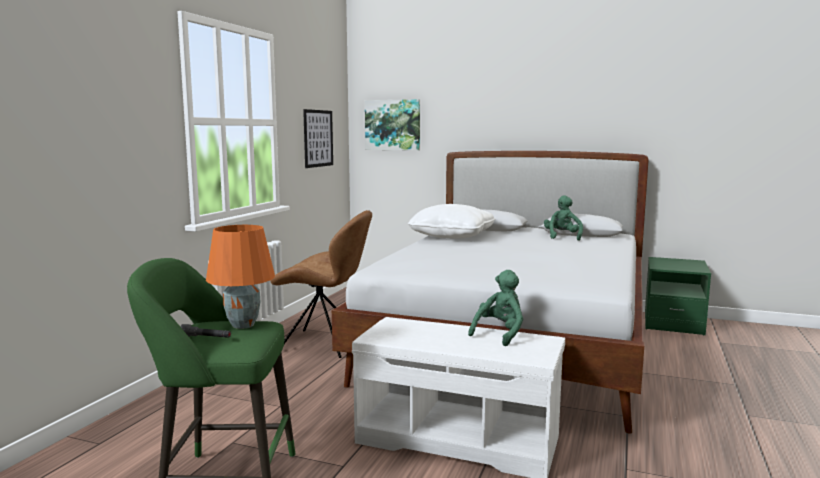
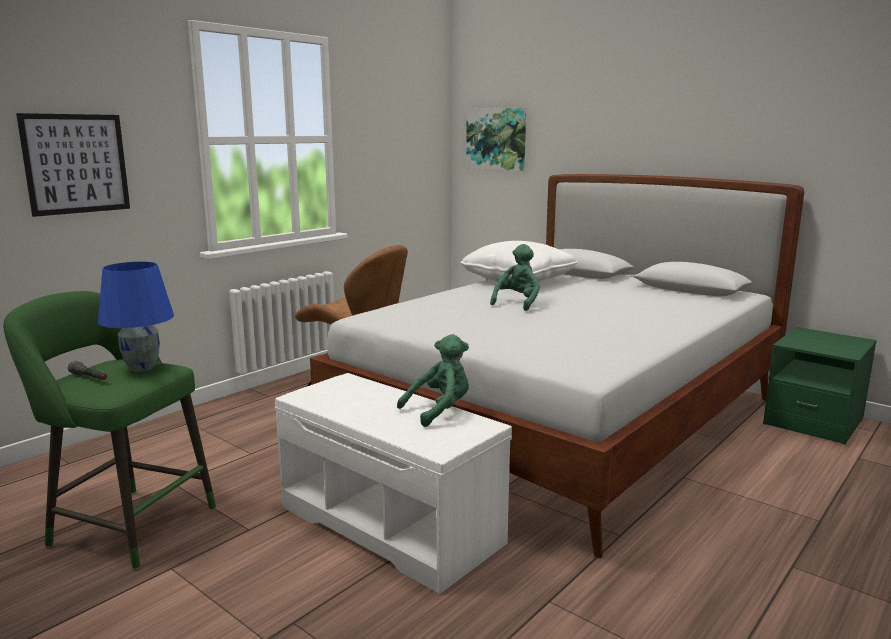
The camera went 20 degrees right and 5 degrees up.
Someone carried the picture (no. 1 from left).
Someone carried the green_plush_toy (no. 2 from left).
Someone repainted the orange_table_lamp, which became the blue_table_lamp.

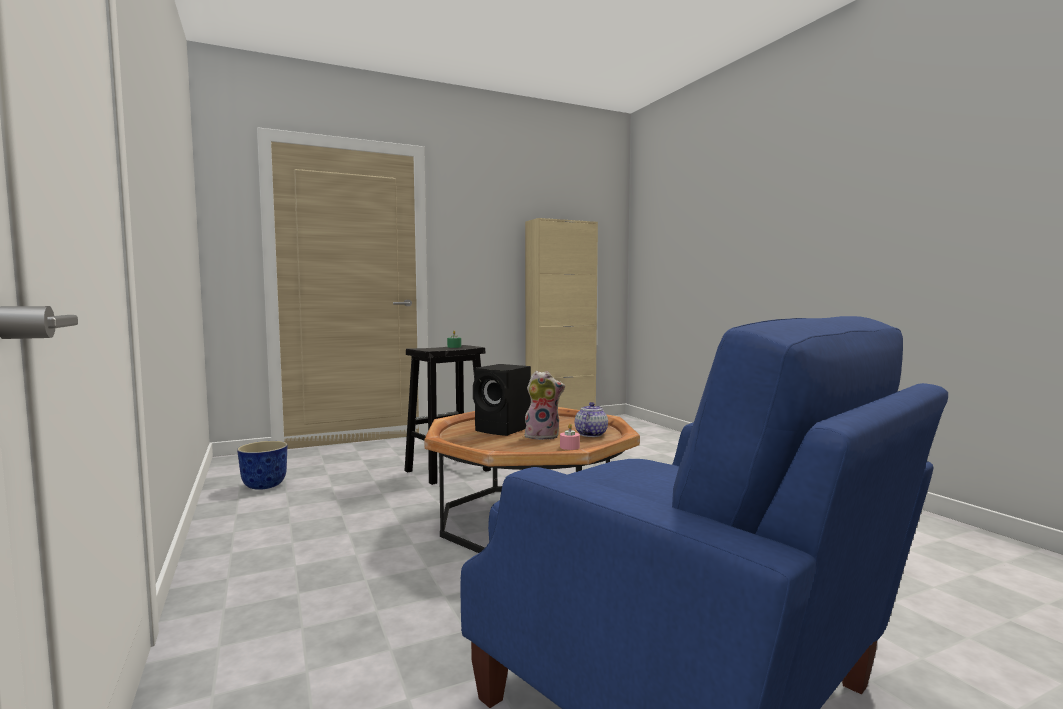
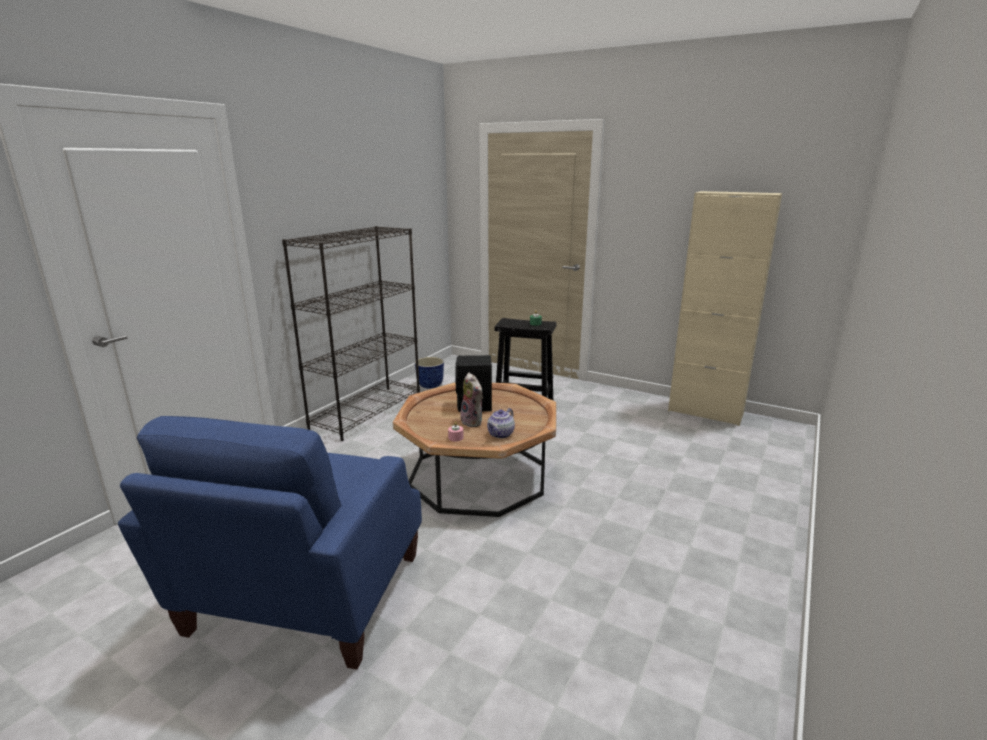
The camera went 55 degrees right and 15 degrees up.
Someone put down the black_bookcase.
Someone rotated the teapot by 135 degrees clockwise.

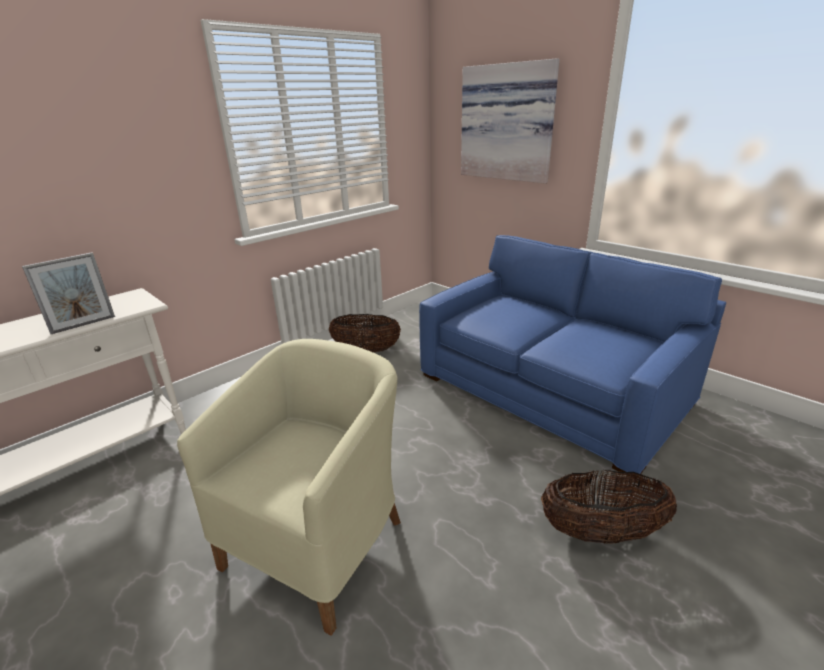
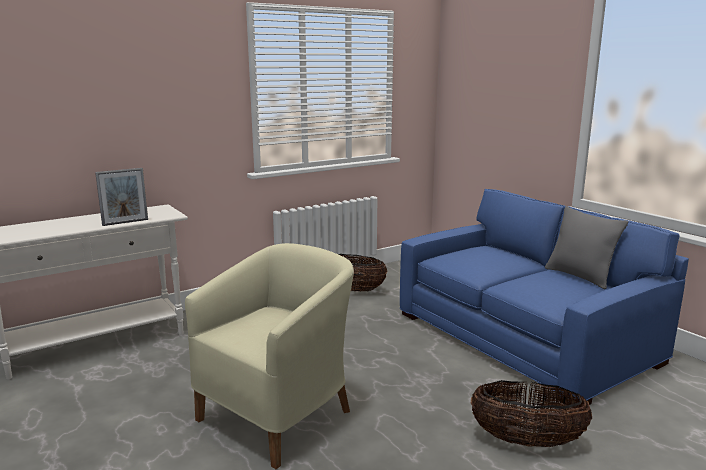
The camera went 10 degrees right and 10 degrees down.
Someone took away the picture.
Someone put down the grey_pillow.

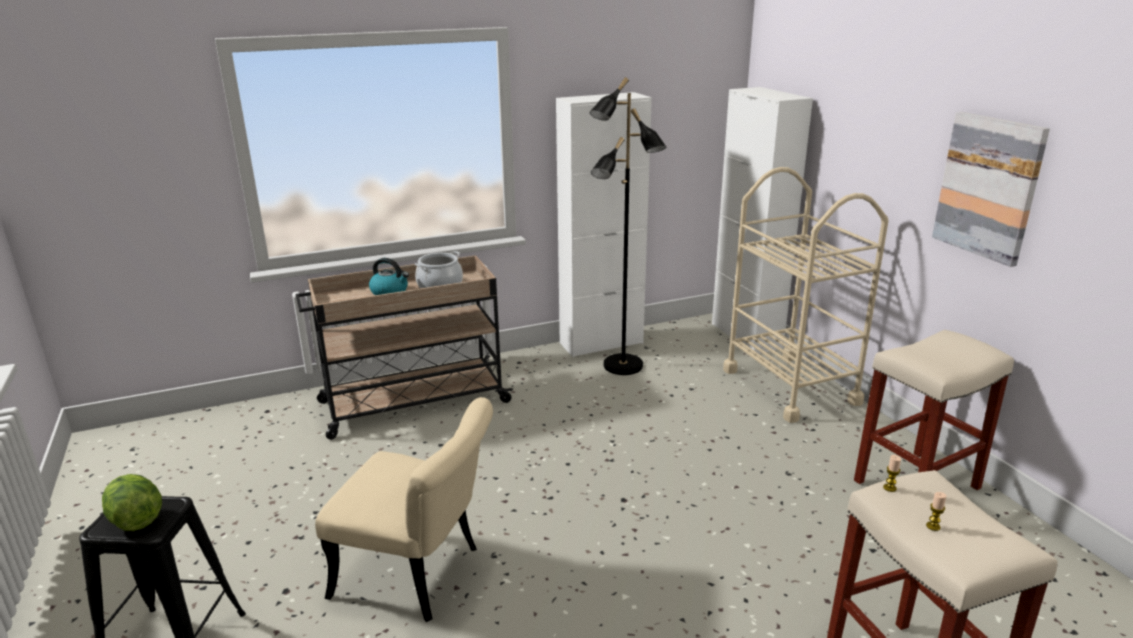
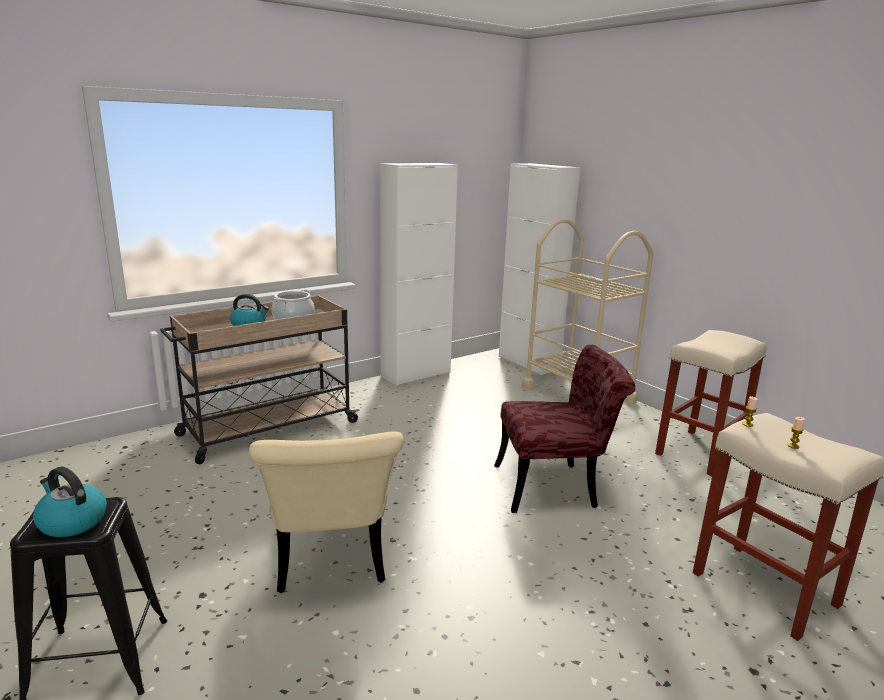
The camera went 15 degrees left and 5 degrees down.
Someone took away the black_floor_lamp.
Someone took away the picture.
Someone put down the red_chair.
Someone swapped the lettuce for the kettle (no. 1 from left).
Someone rotated the beige_chair by 75 degrees clockwise.

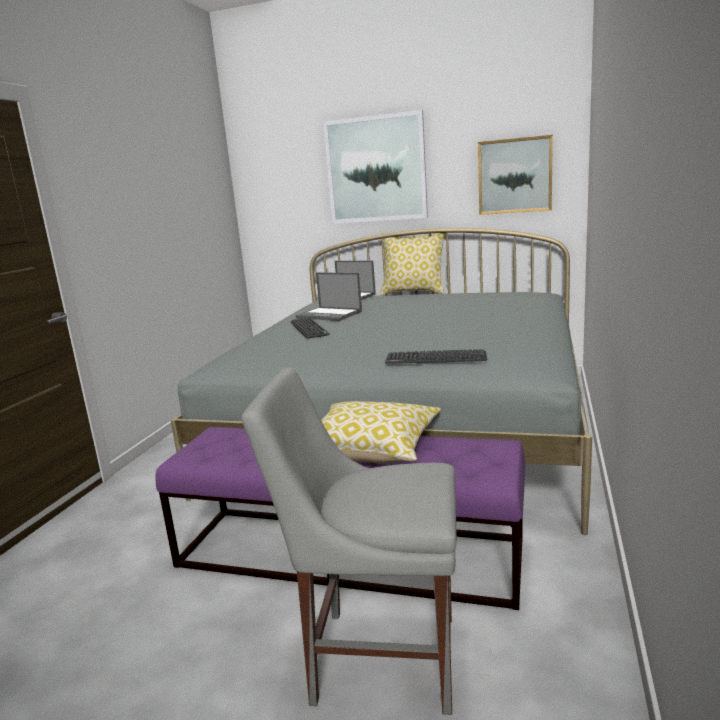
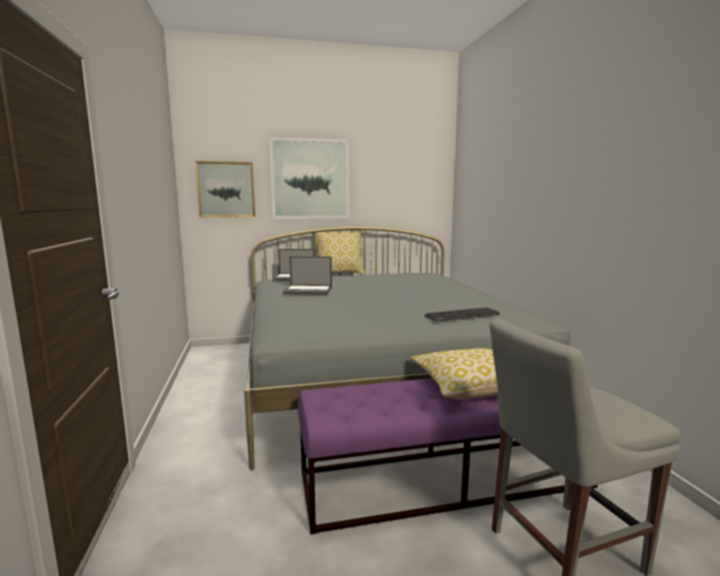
The camera went 30 degrees left and 5 degrees down.
Someone took away the keyboard (no. 1 from left).
Someone carried the picture (no. 2 from left in the first image).

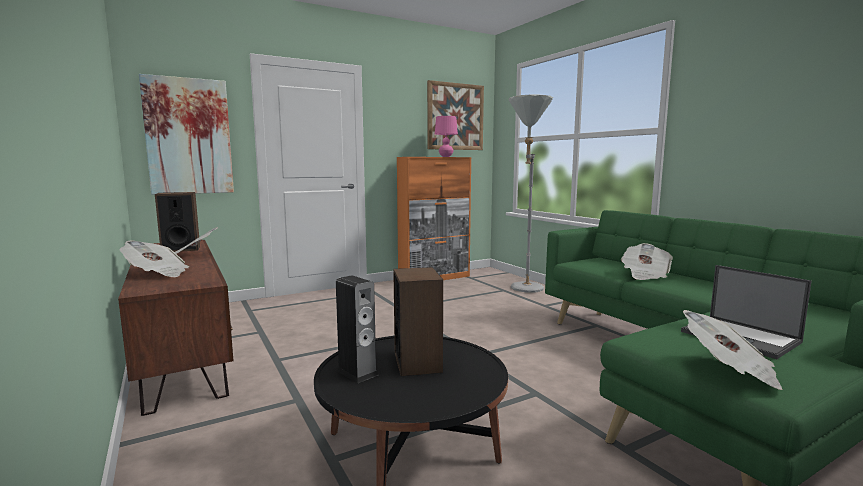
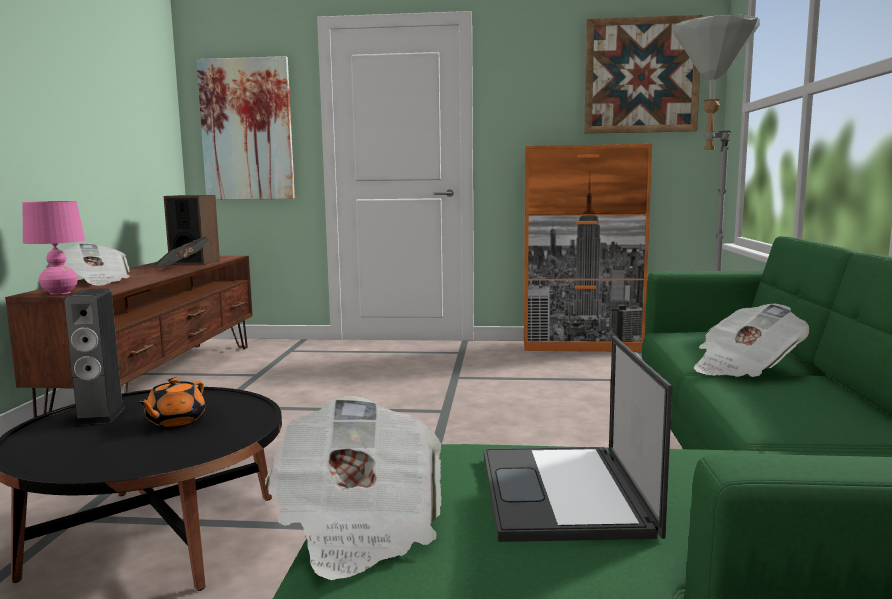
The camera went 35 degrees right and 0 degrees up.
Someone carried the pink_table_lamp.
Someone swapped the speaker (no. 3 from left) for the orange_teapot.

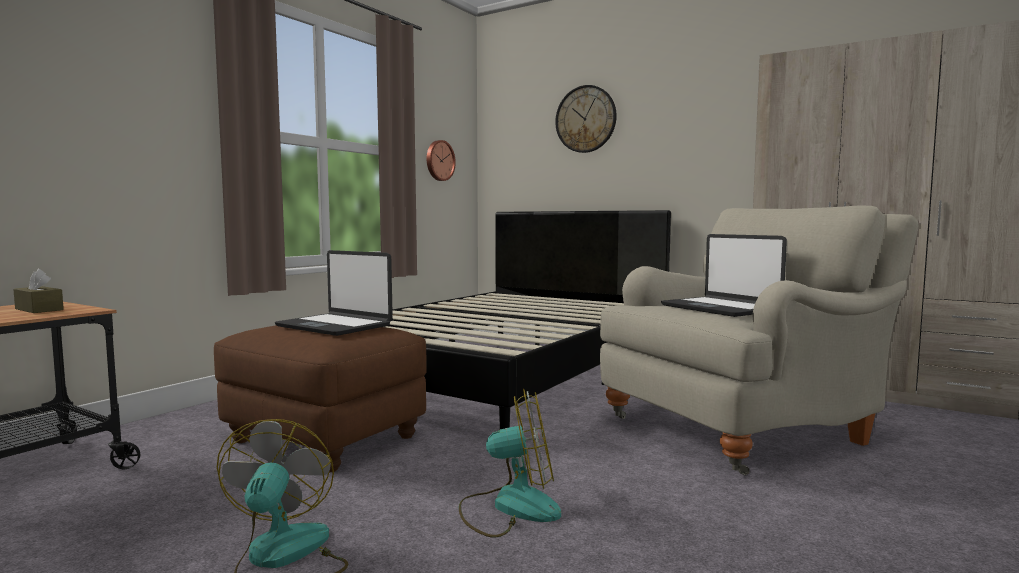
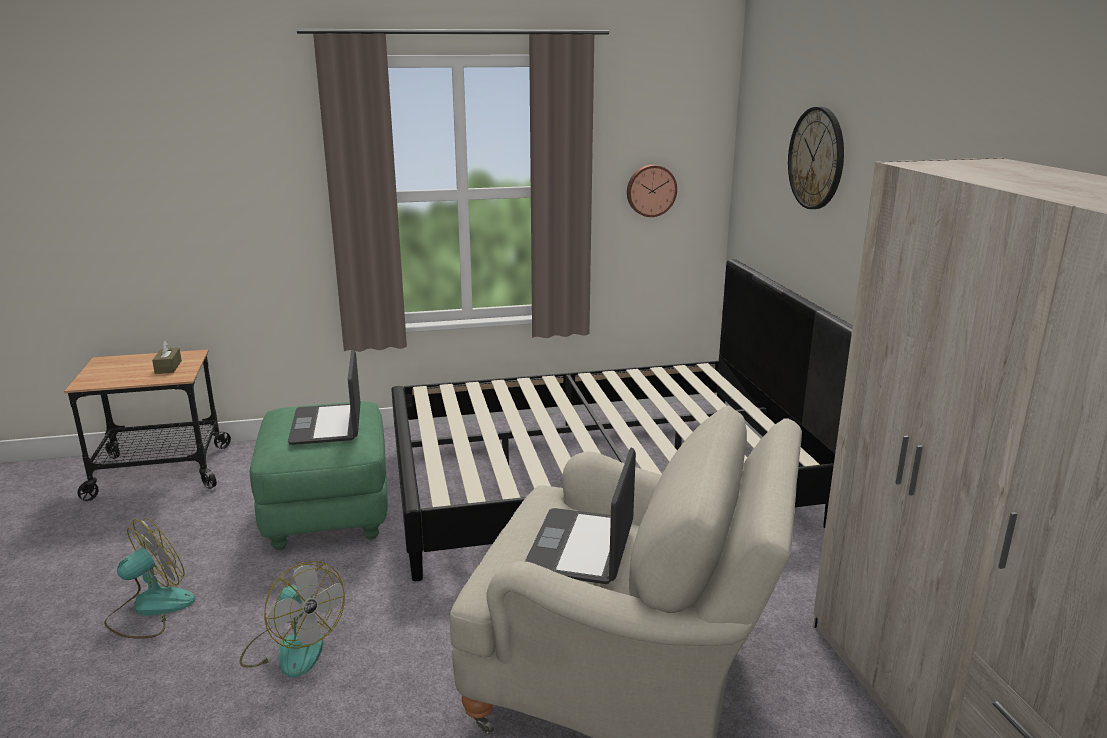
The camera went 45 degrees right and 15 degrees up.
Someone repainted the brown_ottoman, which became the green_ottoman.

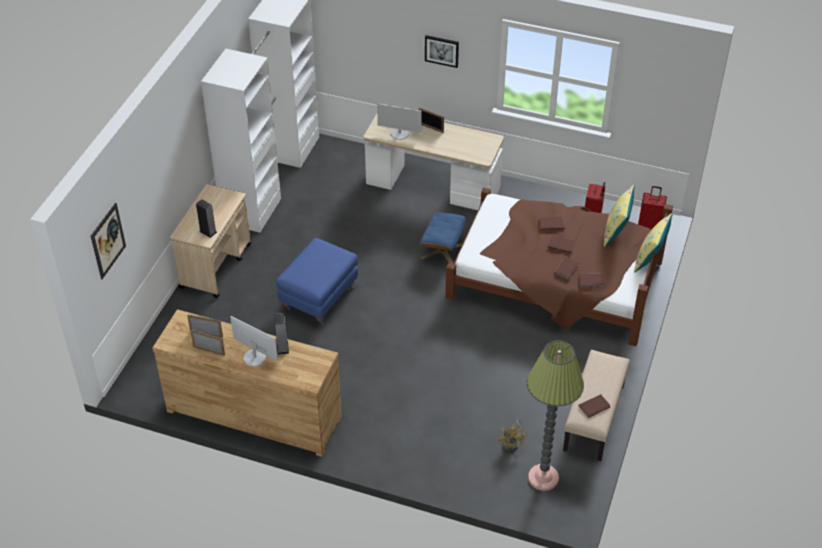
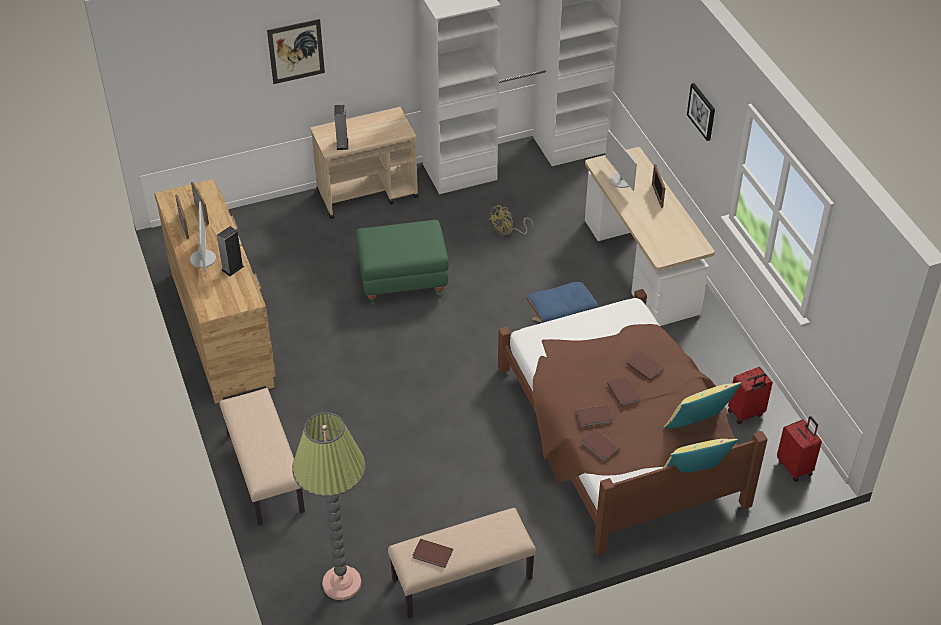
The camera went 50 degrees right and 0 degrees up.
Someone put down the beige_bench (no. 1 from left).
Someone carried the picture (no. 1 from left).
Someone carried the yellow_fan.
Someone repainted the blue_ottoman (no. 1 from left), which became the green_ottoman.

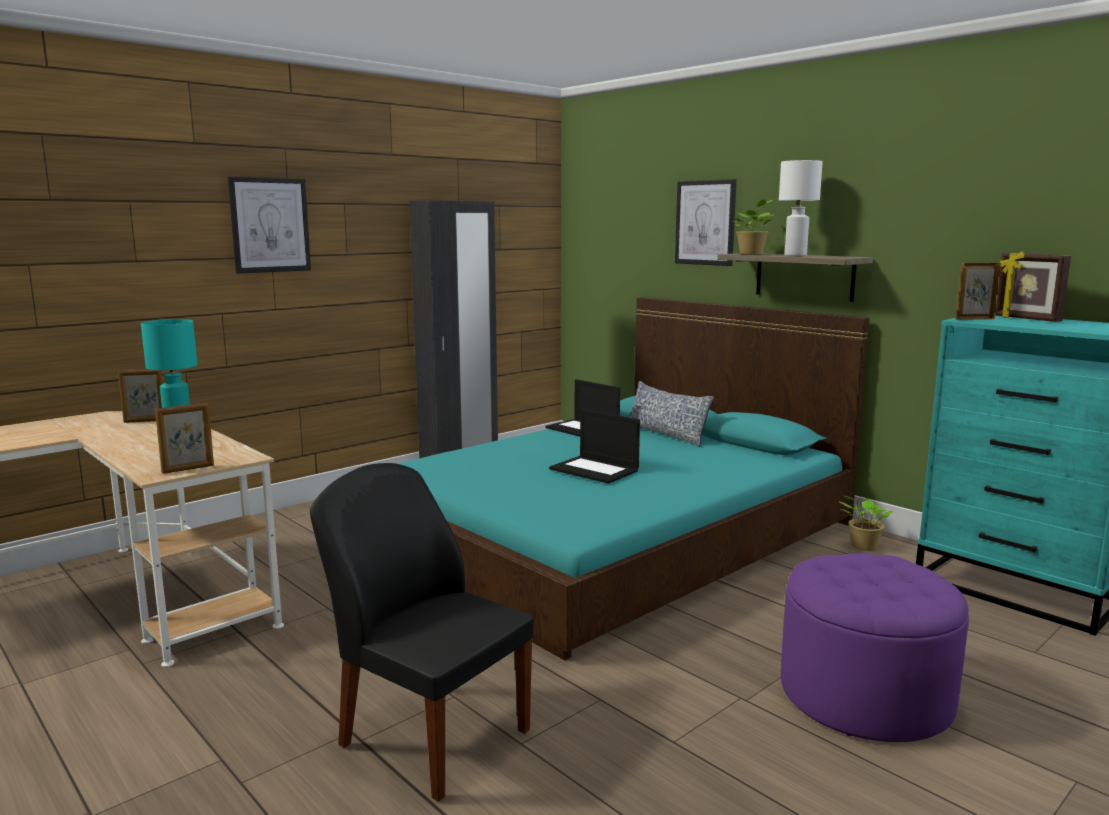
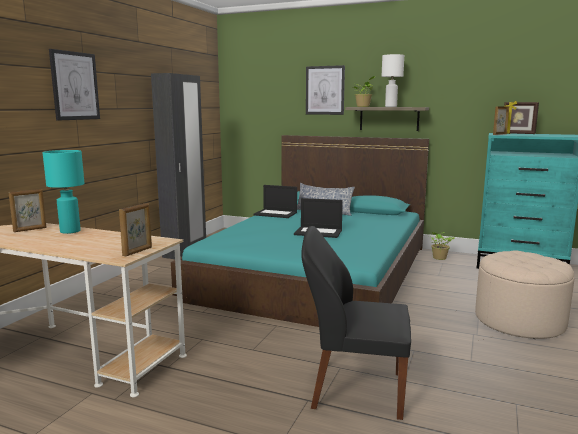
The camera went 25 degrees left and 0 degrees up.
Someone repainted the purple_ottoman, which became the beige_ottoman.

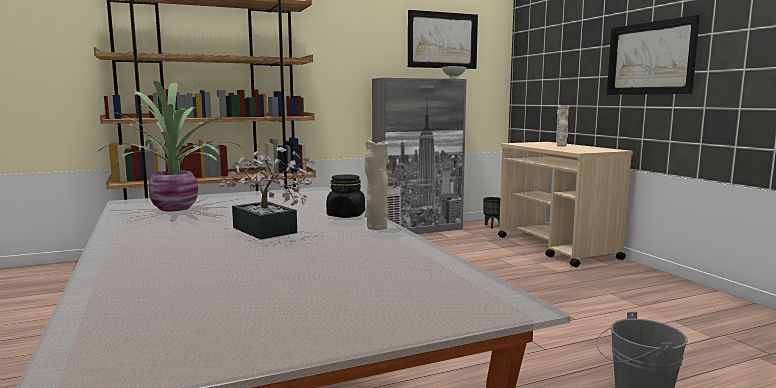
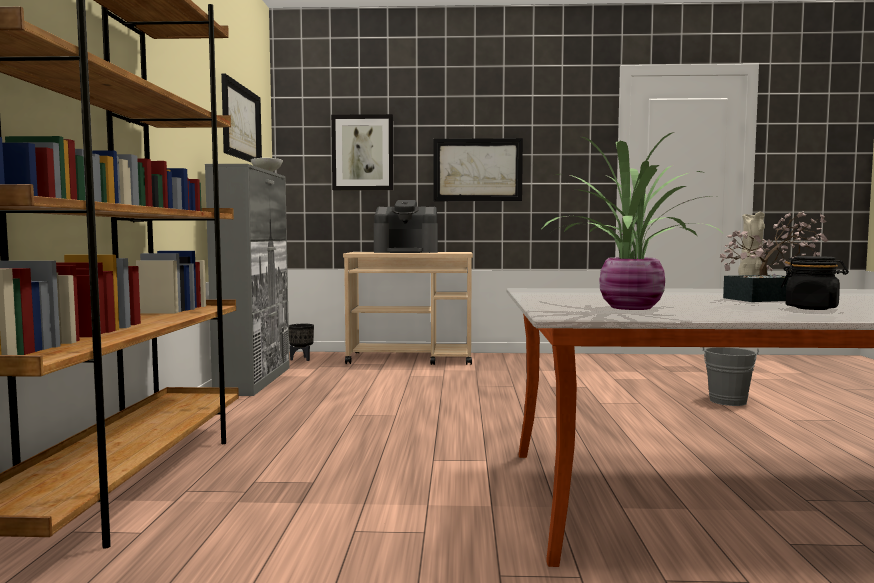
The camera went 65 degrees left and 5 degrees down.
Someone put up the picture (no. 2 from left).
Someone carried the black_jar.
Someone swapped the beige_vase (no. 2 from left) for the coffee_machine.

